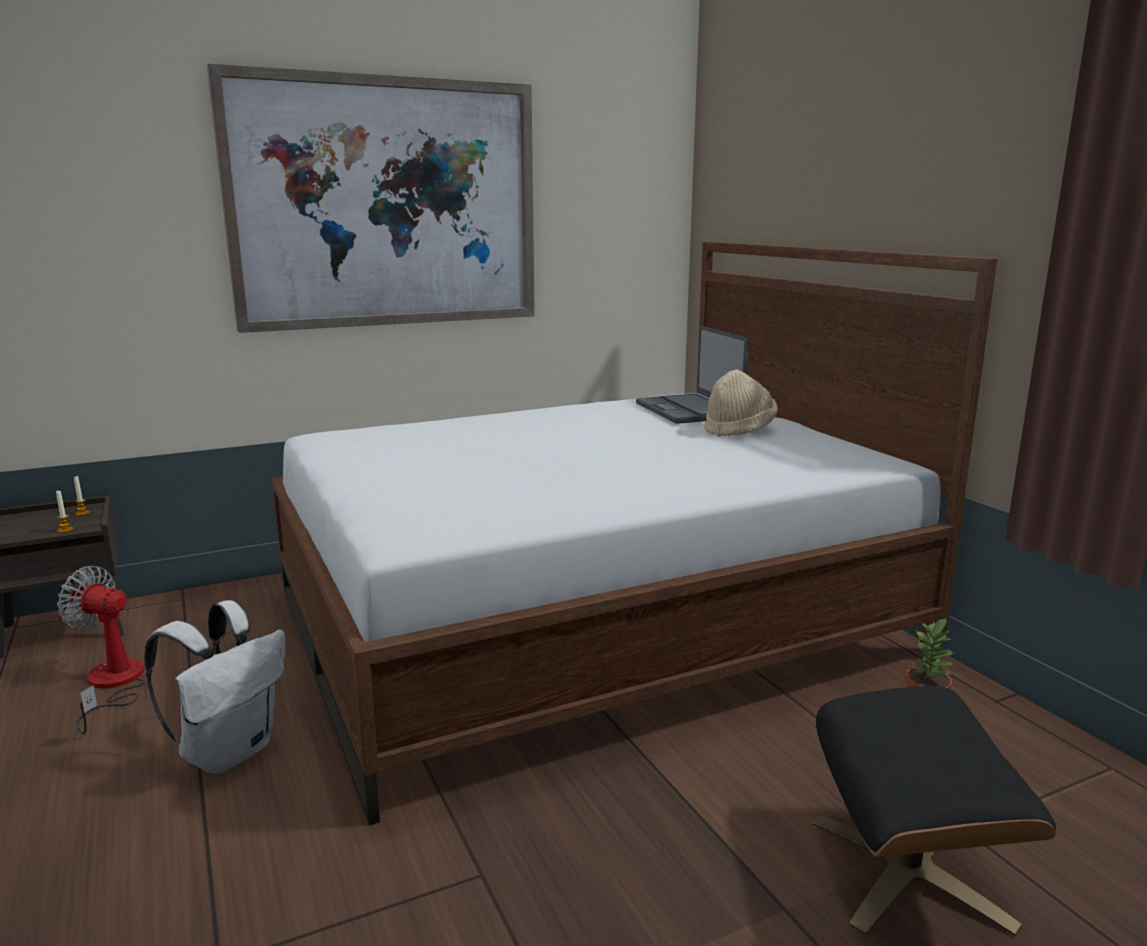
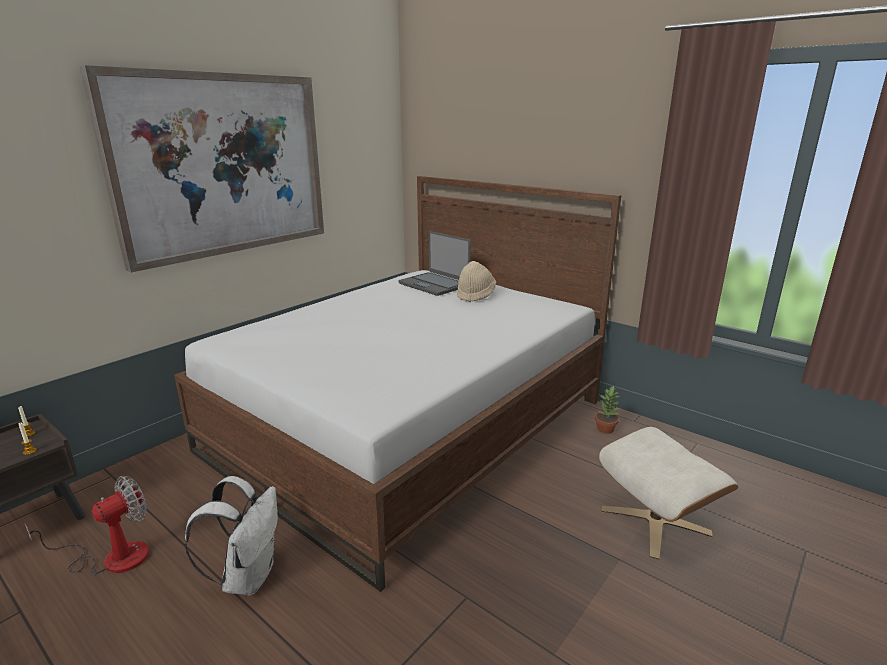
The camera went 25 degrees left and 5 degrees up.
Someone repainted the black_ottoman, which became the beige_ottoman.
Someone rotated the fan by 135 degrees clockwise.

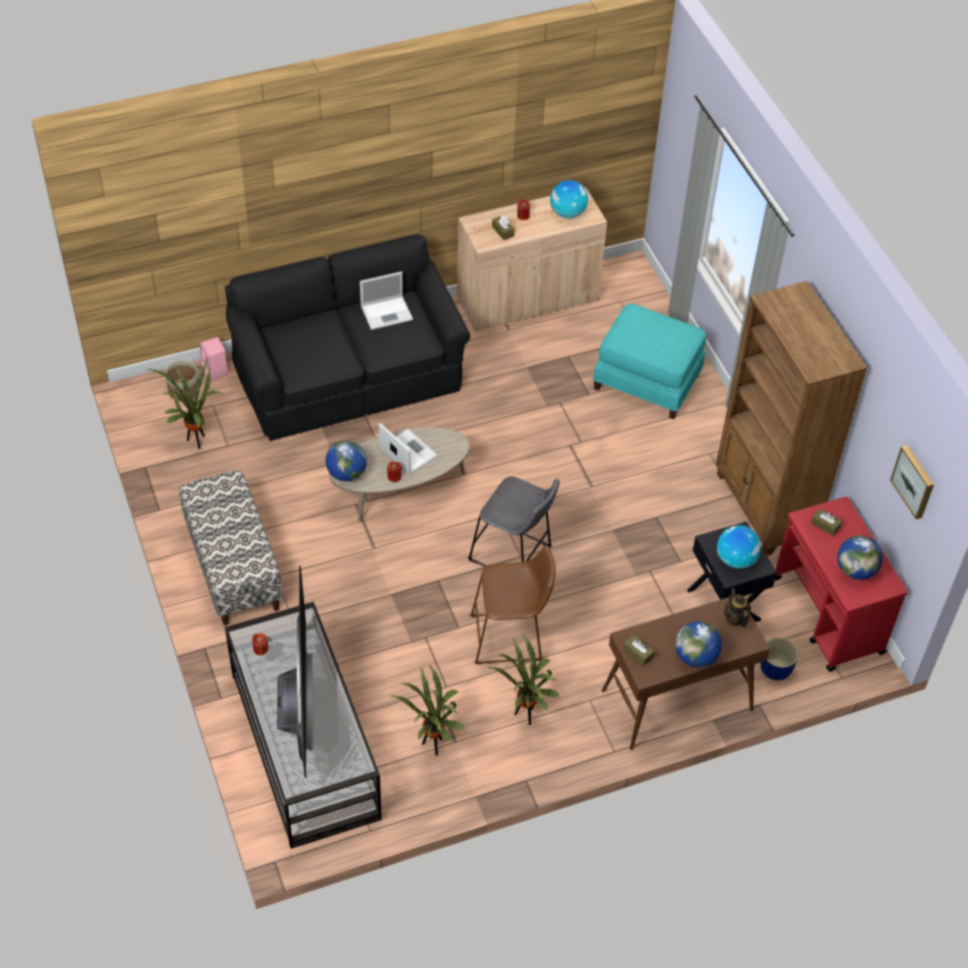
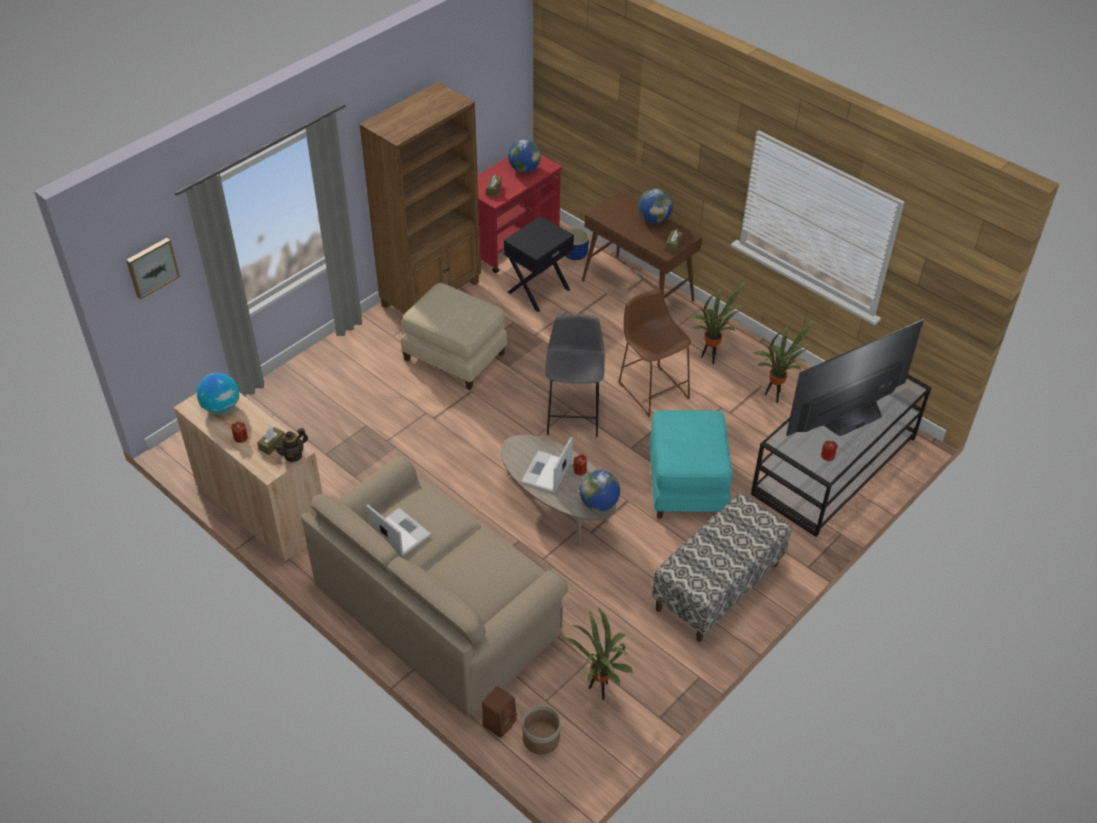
The camera went 115 degrees left and 5 degrees down.
Someone took away the globe (no. 4 from left).
Someone put down the beige_ottoman.
Someone carried the turquoise_ottoman.
Someone carried the teapot.
Someone carried the picture.
Someone repainted the pink_speaker, which became the brown_speaker.
Someone repainted the black_sofa, which became the beige_sofa.

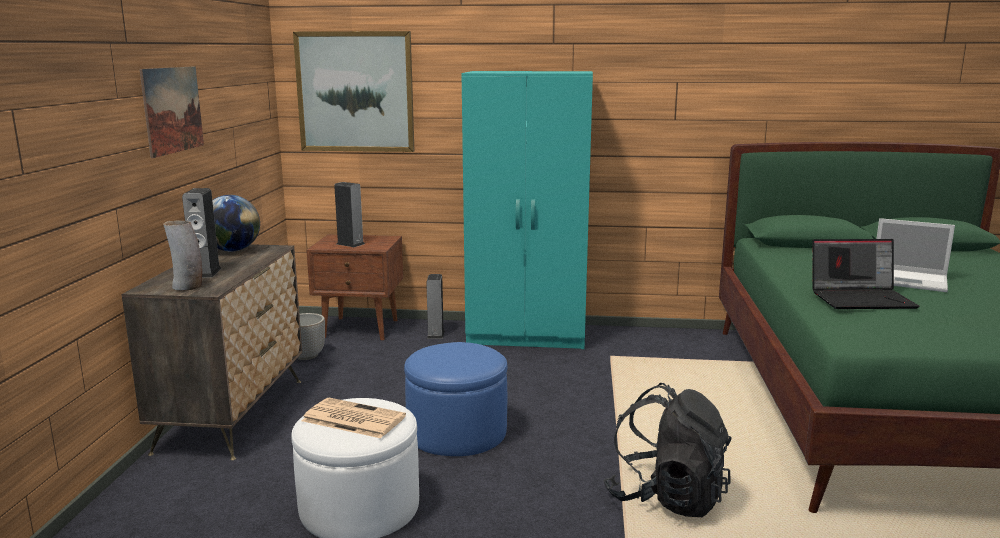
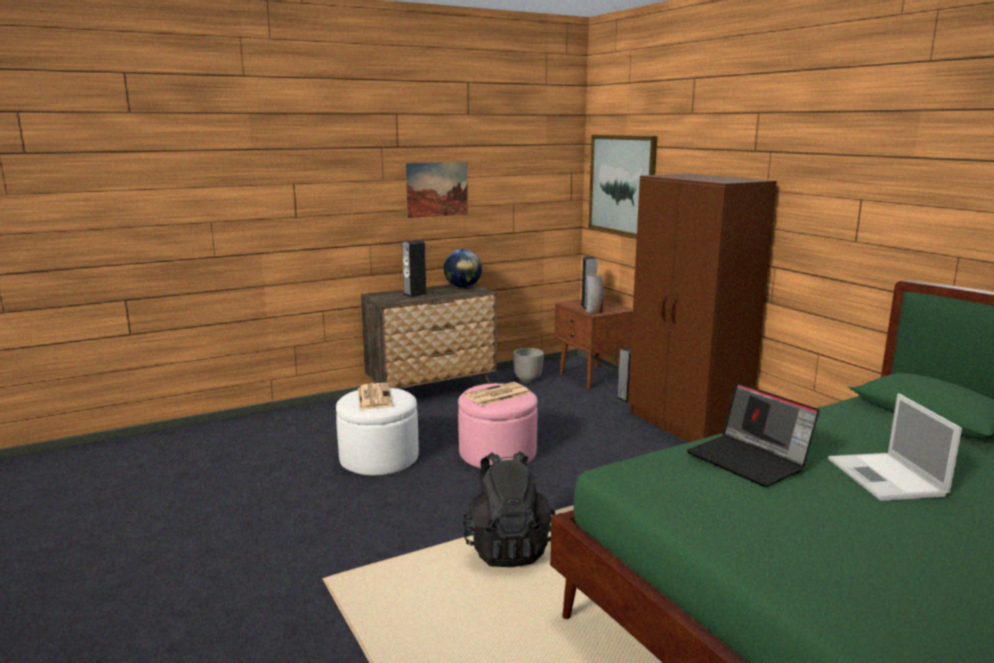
The camera went 55 degrees right and 0 degrees up.
Someone put down the newspaper (no. 2 from left).
Someone carried the vase.
Someone repainted the blue_ottoman, which became the pink_ottoman.
Someone repainted the turquoise_wardrobe, which became the brown_wardrobe.

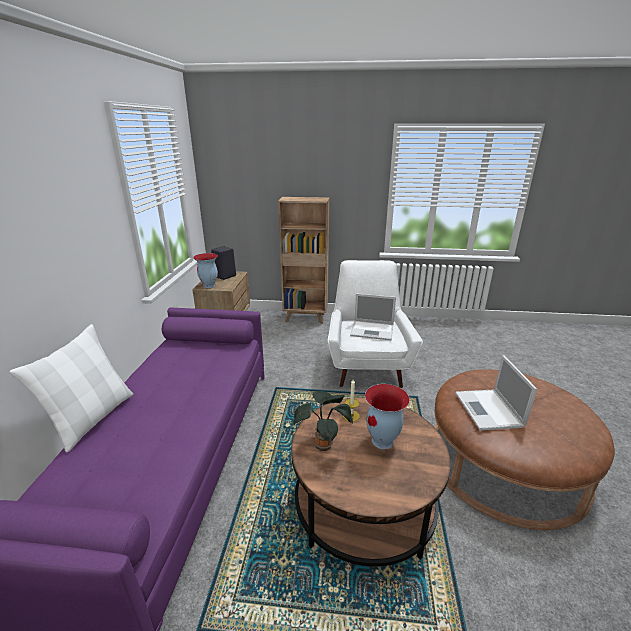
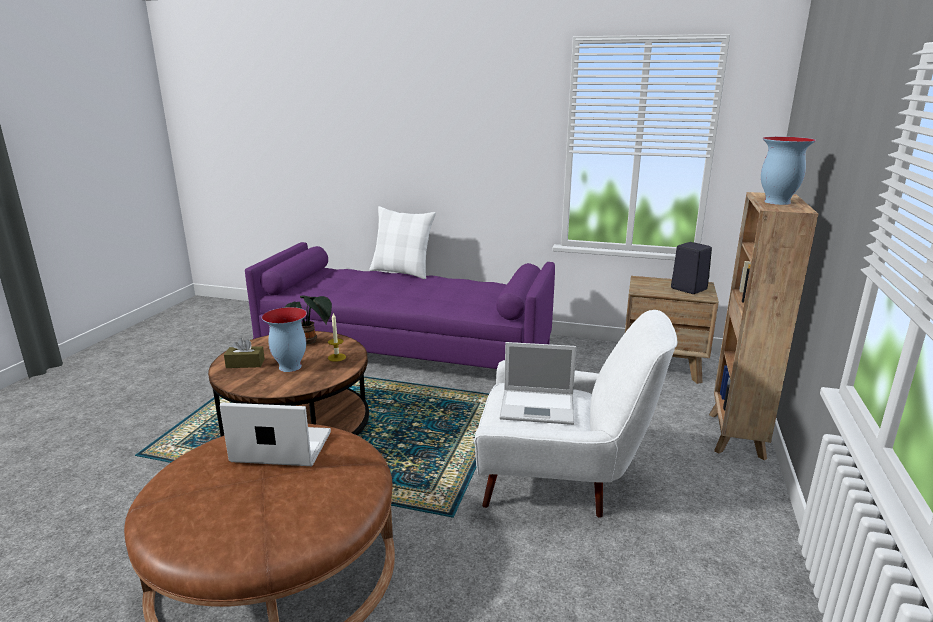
The camera went 100 degrees right and 5 degrees down.
Someone put down the brown_tissue_box.
Someone carried the vase (no. 1 from left in the first image).
Someone rotated the laptop (no. 1 from left in the first image) by 105 degrees counterclockwise.

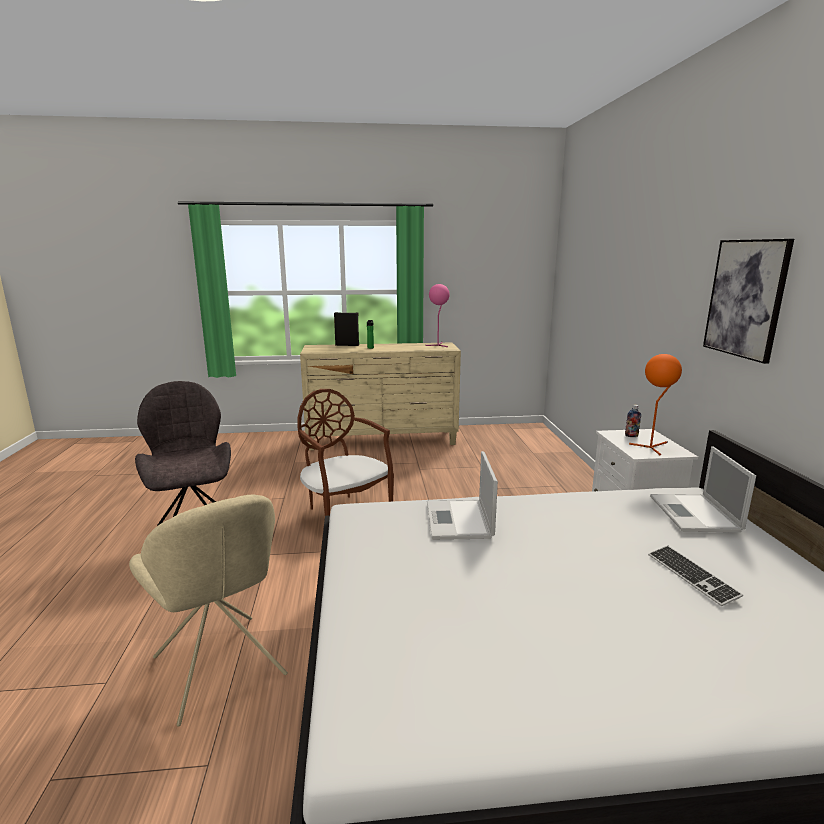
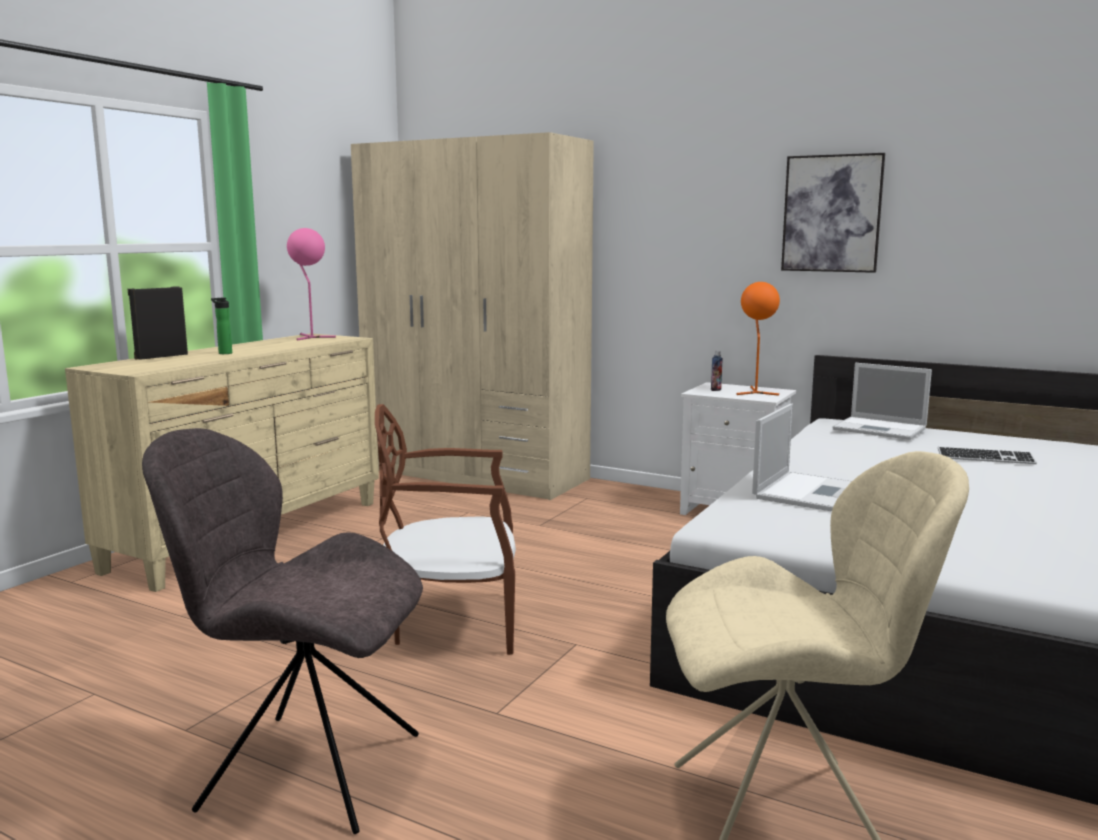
The camera went 55 degrees left and 5 degrees down.
Someone put down the beige_wardrobe.
Someone rotated the laptop (no. 1 from left) by 90 degrees counterclockwise.

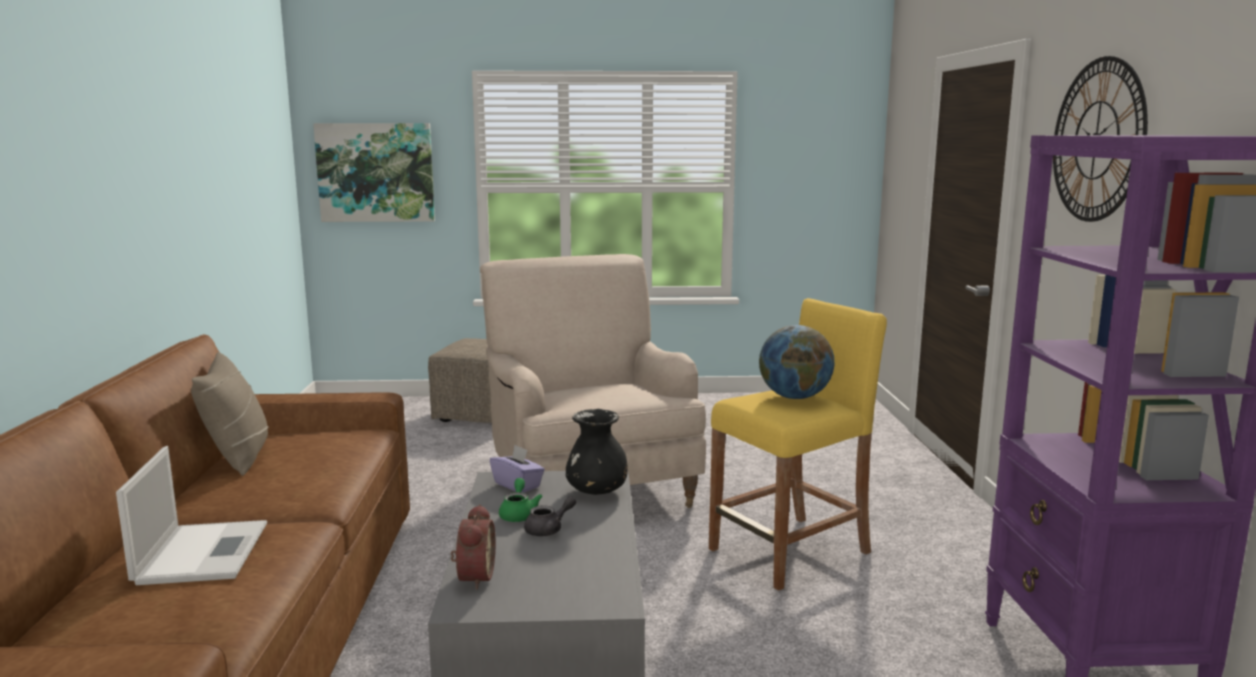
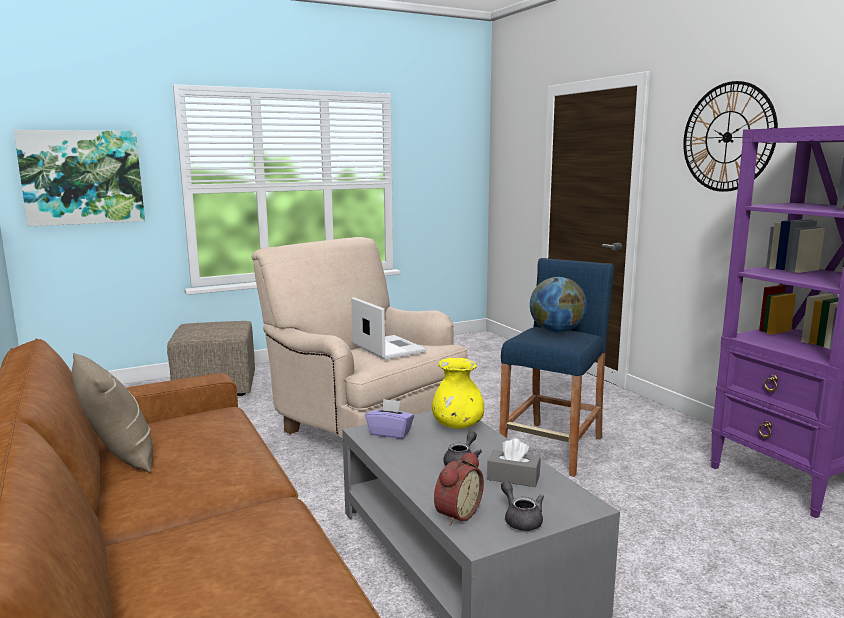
The camera went 25 degrees left and 0 degrees up.
Someone took away the green_teapot.
Someone put down the grey_tissue_box.
Someone put down the grey_teapot (no. 2 from left).
Someone carried the laptop.
Someone repainted the black_vase, which became the yellow_vase.
Someone repainted the yellow_stool, which became the blue_stool.
Someone rotated the alarm_clock by 60 degrees clockwise.

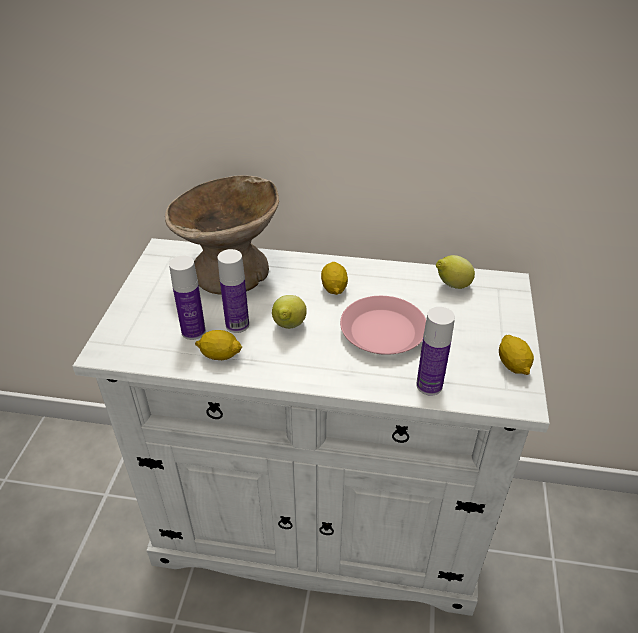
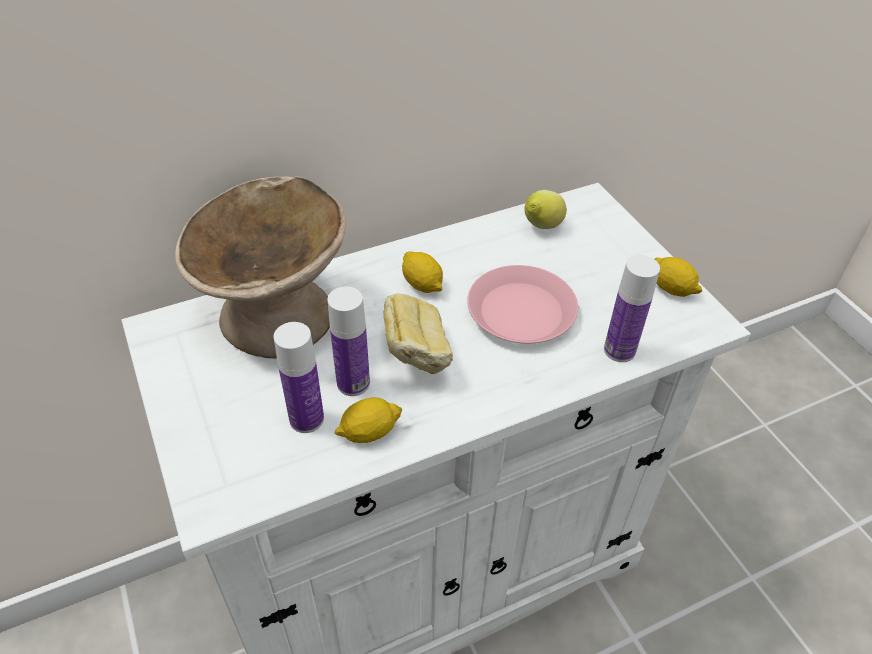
The camera went 35 degrees left and 5 degrees up.
Someone swapped the lemon (no. 2 from left) for the bread.

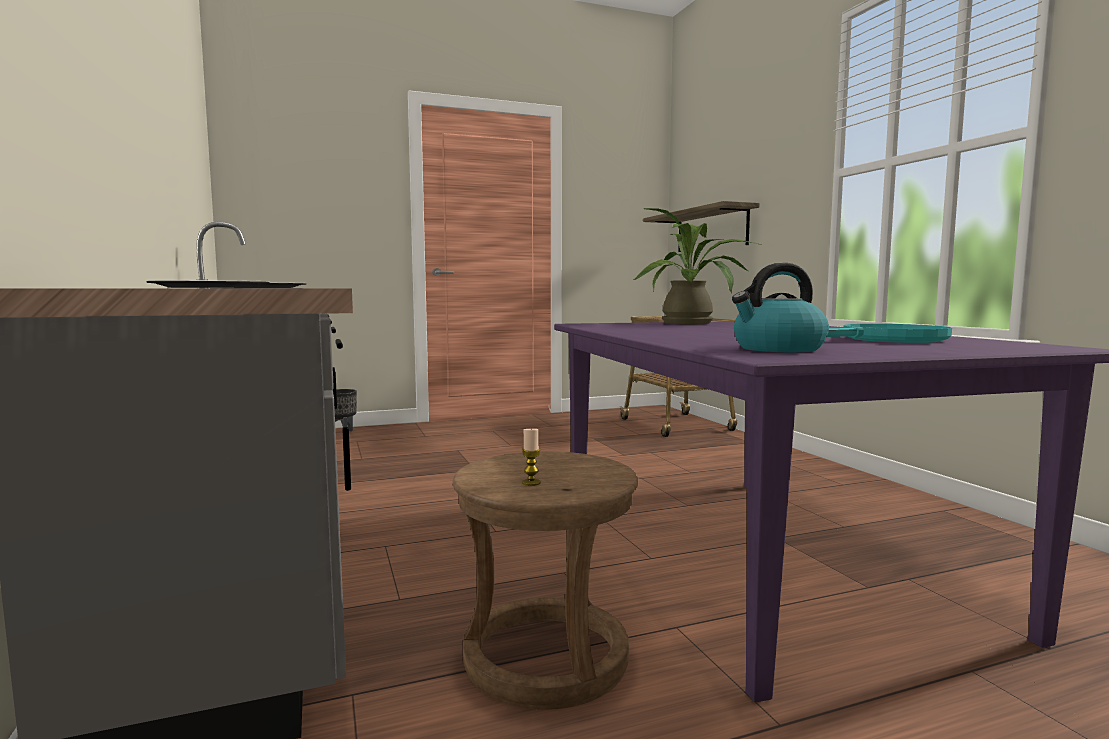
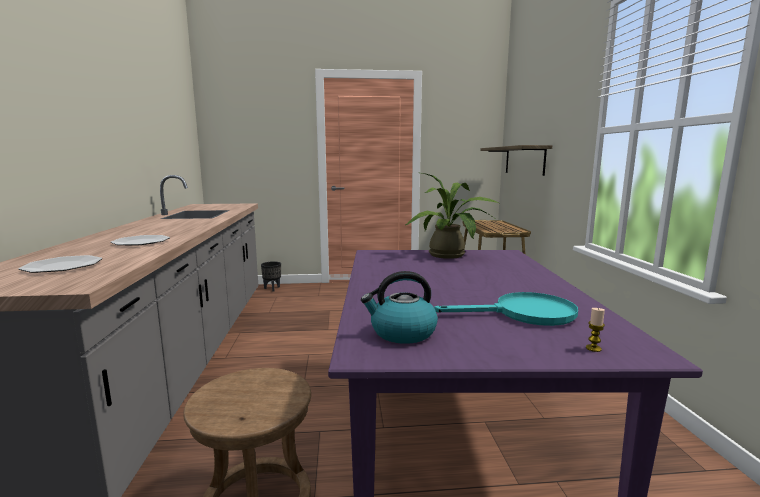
The camera went 15 degrees right and 5 degrees up.
Someone carried the candle.

